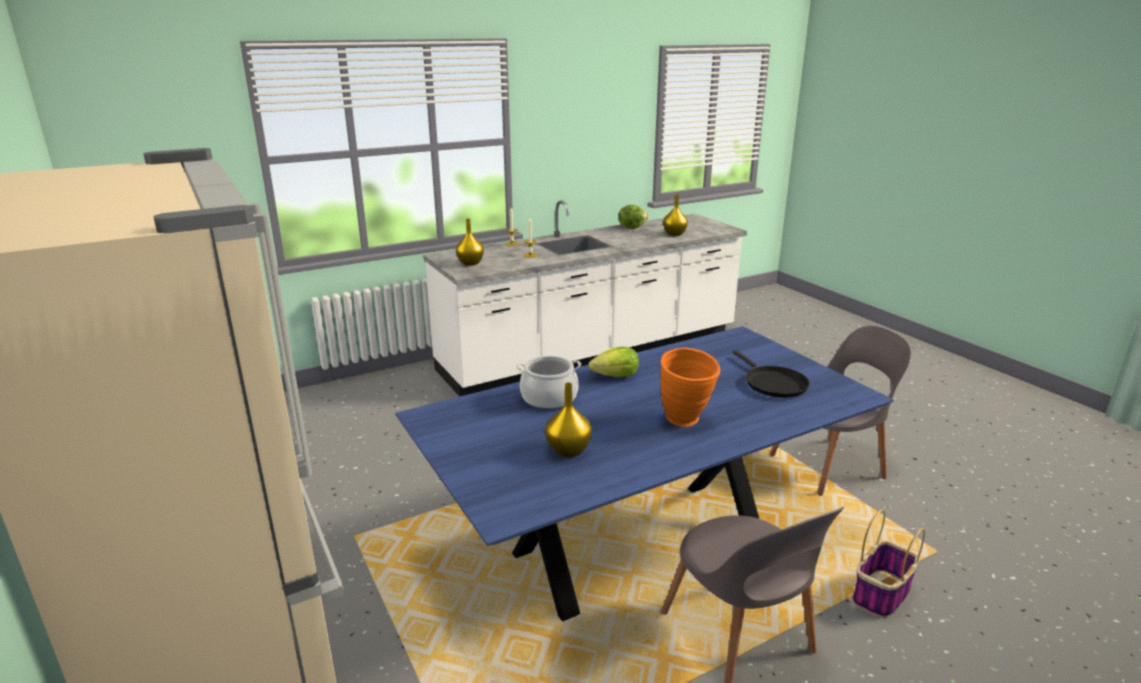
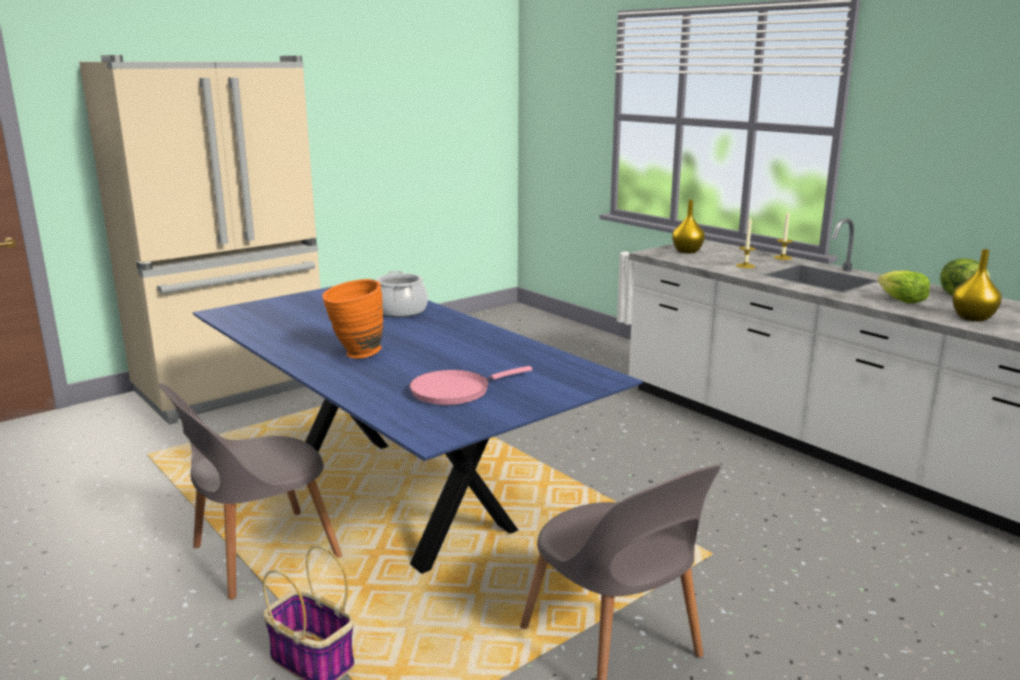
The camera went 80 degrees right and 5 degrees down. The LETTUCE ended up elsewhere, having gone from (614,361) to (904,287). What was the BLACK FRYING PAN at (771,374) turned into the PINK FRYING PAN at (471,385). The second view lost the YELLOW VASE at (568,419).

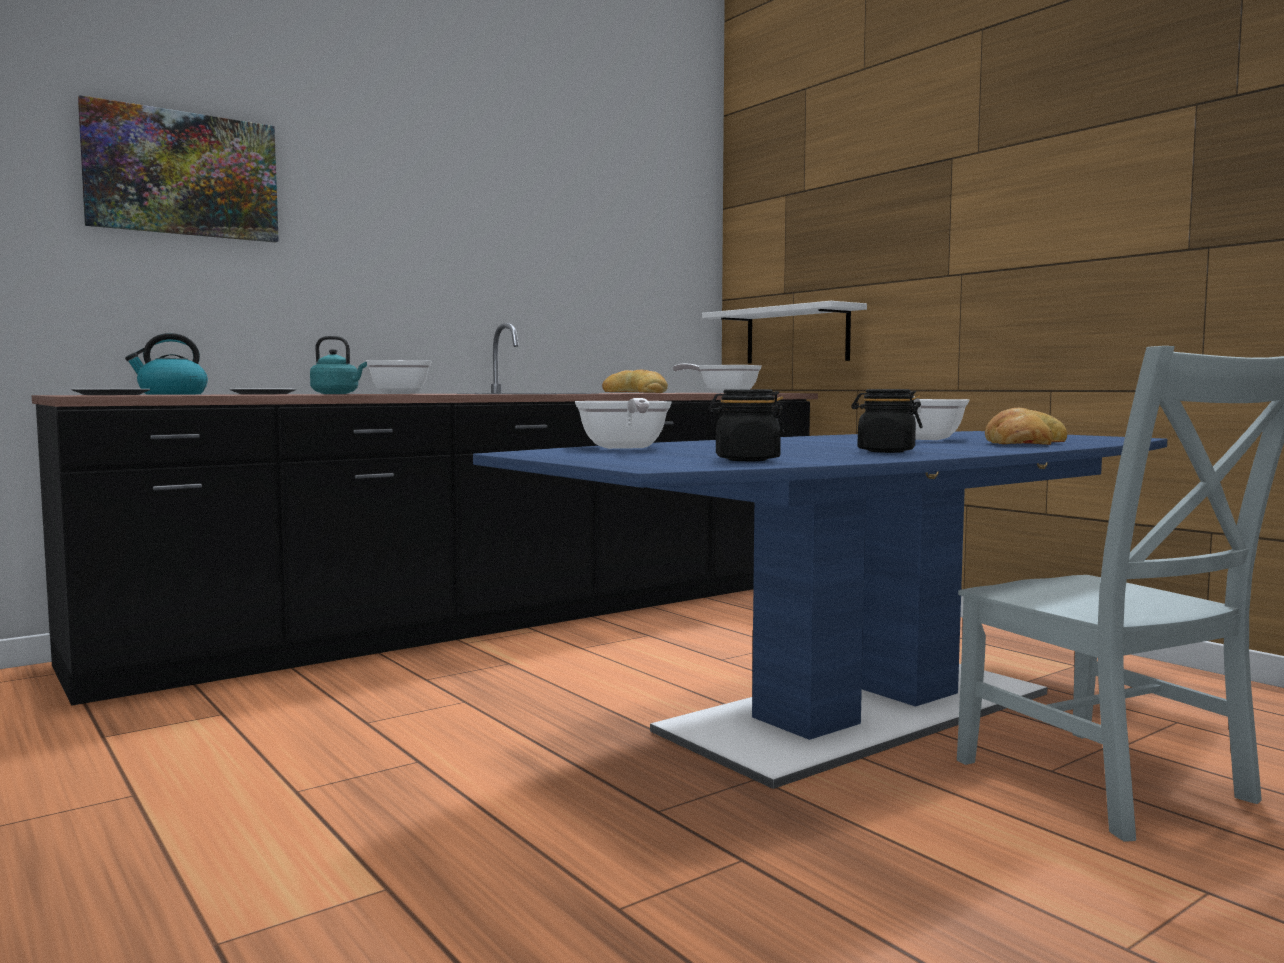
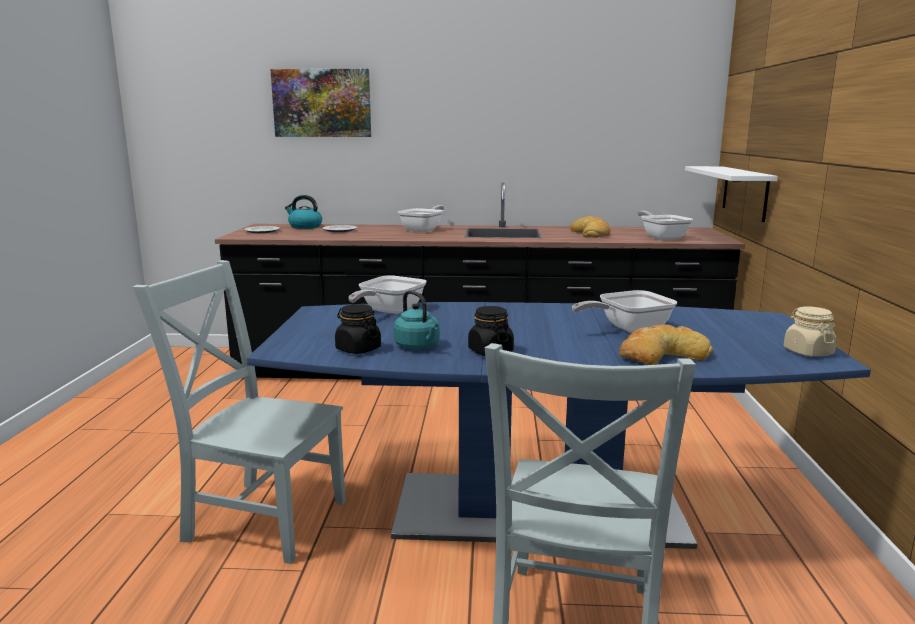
The camera went 40 degrees right and 10 degrees up. The TURQUOISE KETTLE ended up elsewhere, having gone from (338,365) to (416,320). The second view gained the GREY CHAIR at (239,412). The second view gained the BEIGE JAR at (810,332).

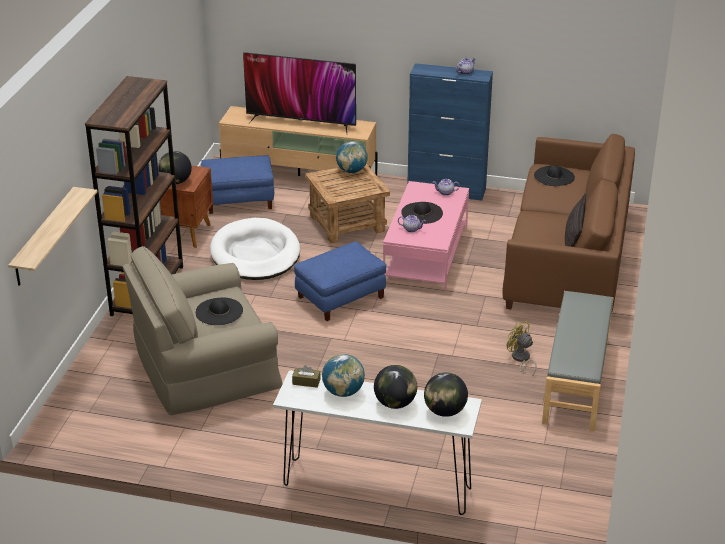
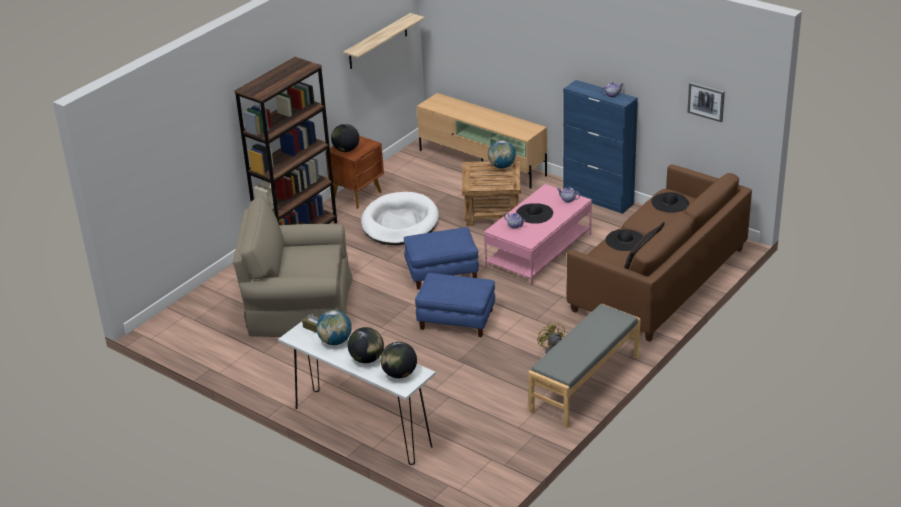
The camera went 25 degrees right and 0 degrees up. The second view lost the TELEVISION at (299,92). The BLUE OTTOMAN ended up elsewhere, having gone from (237,184) to (455,305). The SHELF ended up elsewhere, having gone from (52,236) to (384,41). The BLACK HAT ended up elsewhere, having gone from (219,311) to (624,240). The second view gained the PICTURE at (706,102).

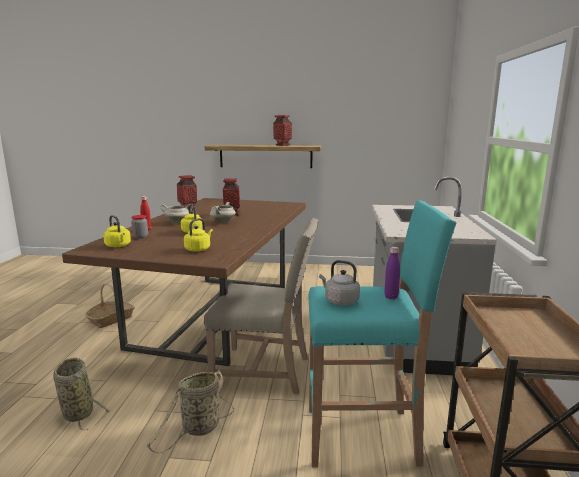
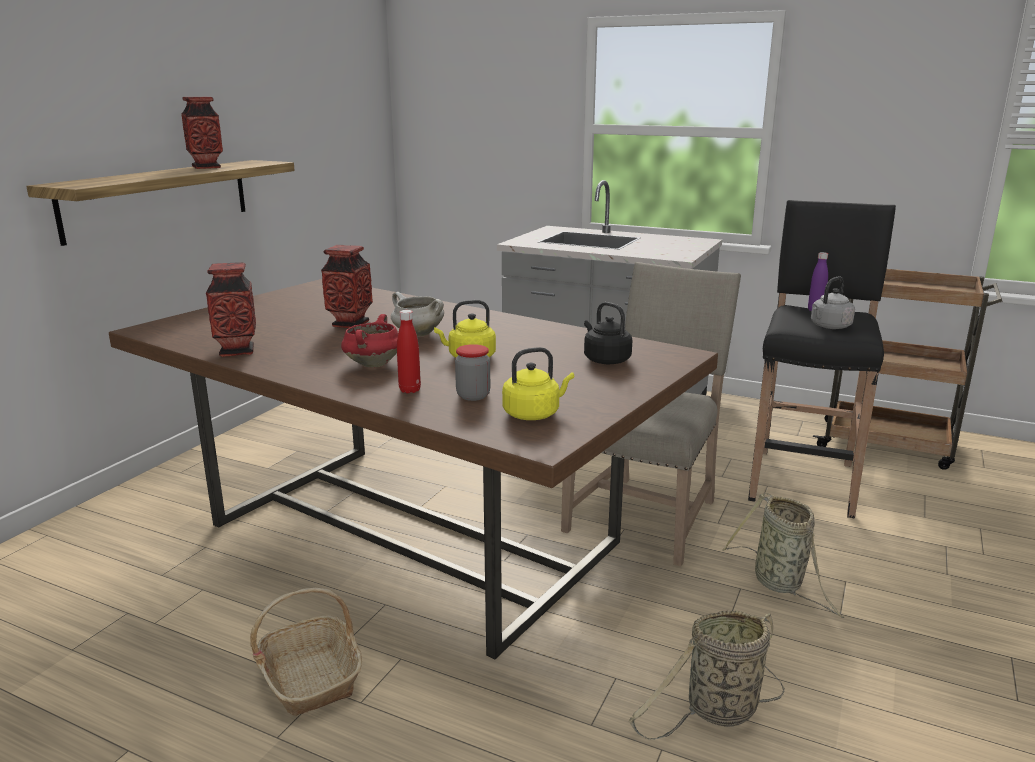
The camera went 70 degrees left and 5 degrees up. What was the TURQUOISE STOOL at (382,334) turned into the BLACK STOOL at (822,359). What was the WHITE COOKING POT at (176,214) turned into the RED COOKING POT at (369,340). What was the YELLOW KETTLE at (198,235) turned into the BLACK KETTLE at (608,333).

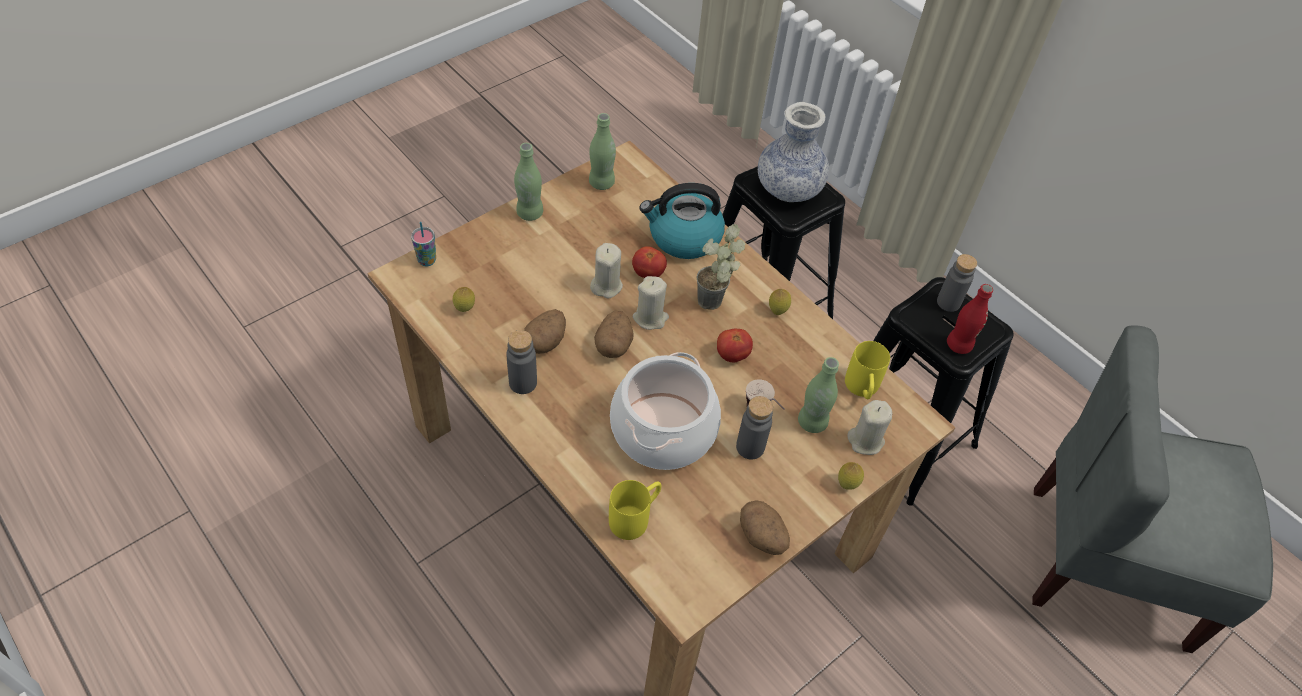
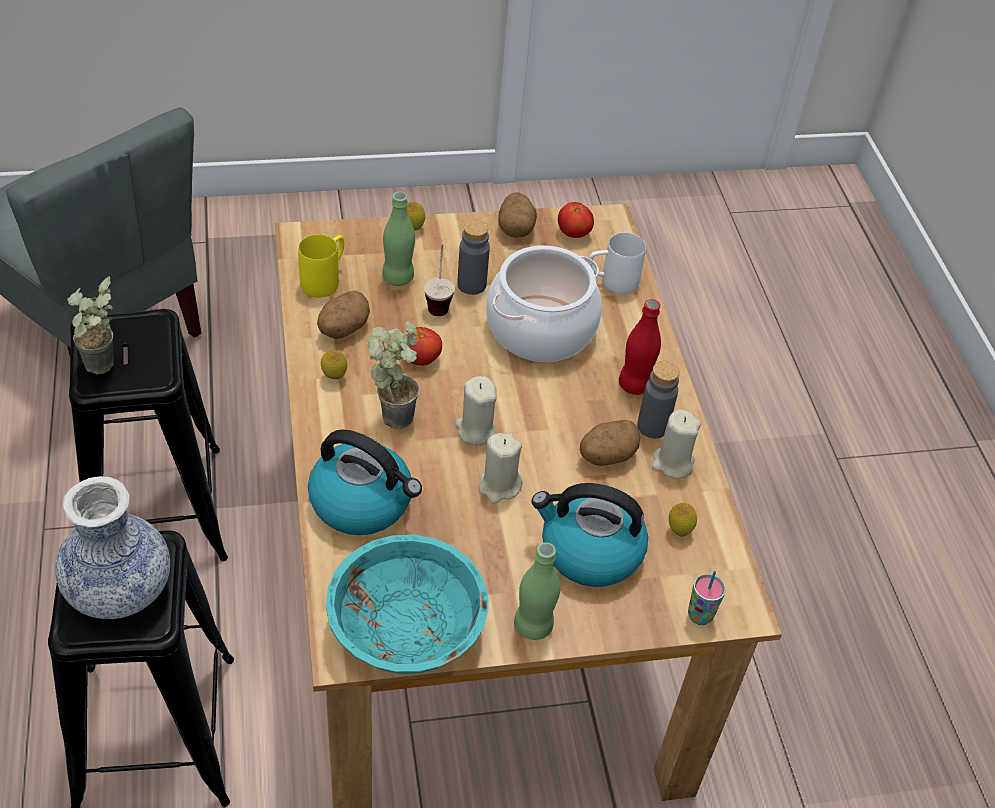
The camera went 150 degrees left and 5 degrees down. Where the GREEN BOTTLE stood at (602,151), the TURQUOISE BOWL came to stand at (407,604). The TOMATO ended up elsewhere, having gone from (649,262) to (576,220). Where the GREY BOTTLE stood at (957,283), the POTTED PLANT came to stand at (90,325). The RED BOTTLE ended up elsewhere, having gone from (970,319) to (640,347). The POTATO ended up elsewhere, having gone from (614,334) to (343,315). The BEIGE CANDLE ended up elsewhere, having gone from (869,427) to (676,444). What was the YELLOW MUG at (635,510) turned into the WHITE MUG at (616,263). The second view gained the KETTLE at (589,535).

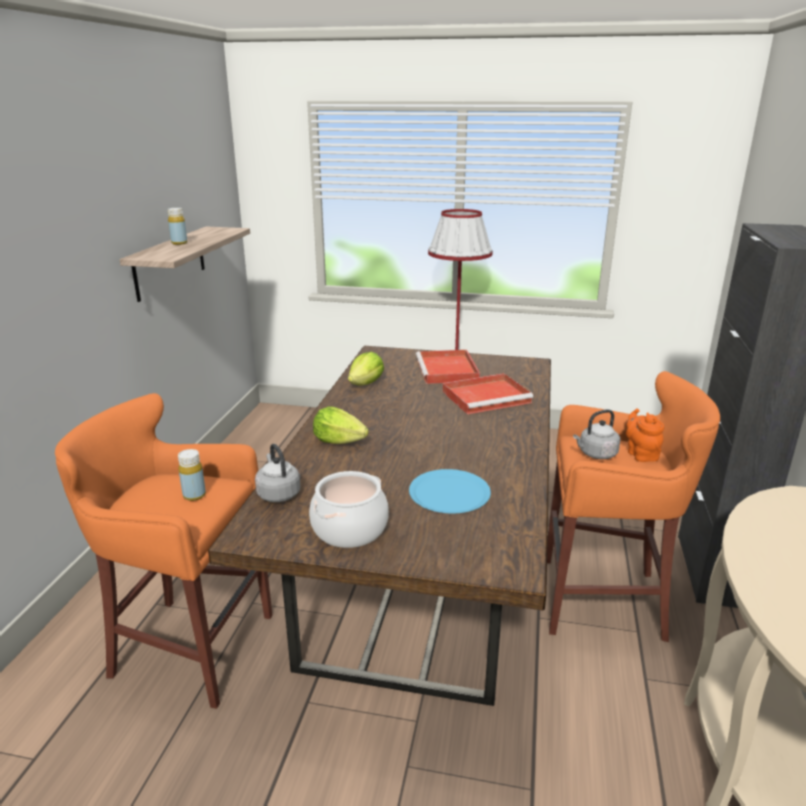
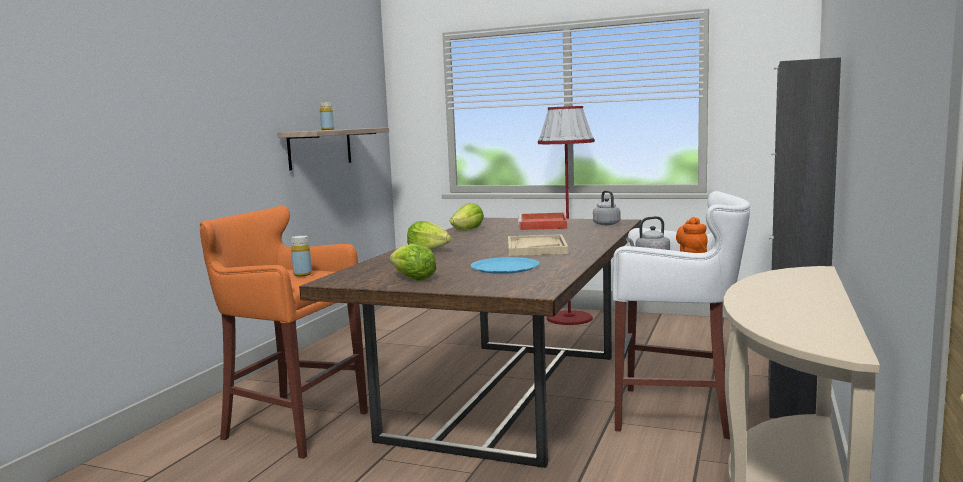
The camera went 10 degrees right and 15 degrees down. What was the ORANGE STOOL at (633,506) turned into the WHITE STOOL at (681,315). The second view lost the RED TRAY at (487,393). The GREY KETTLE ended up elsewhere, having gone from (278,473) to (606,207). Where the COOKING POT stood at (349,509), the LETTUCE came to stand at (413,262). The second view gained the BEIGE TRAY at (538,245).

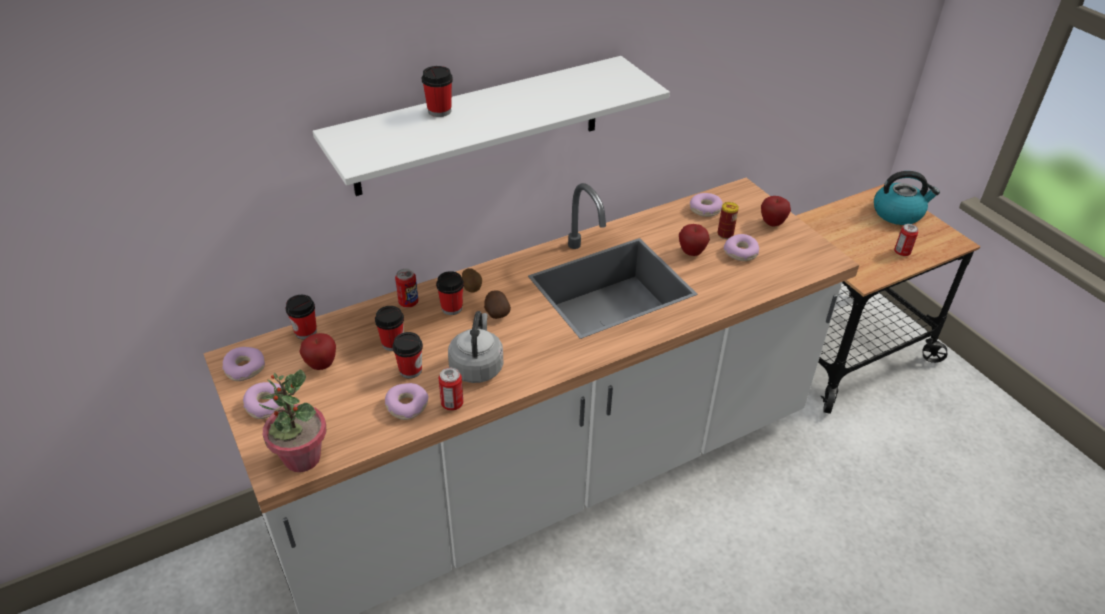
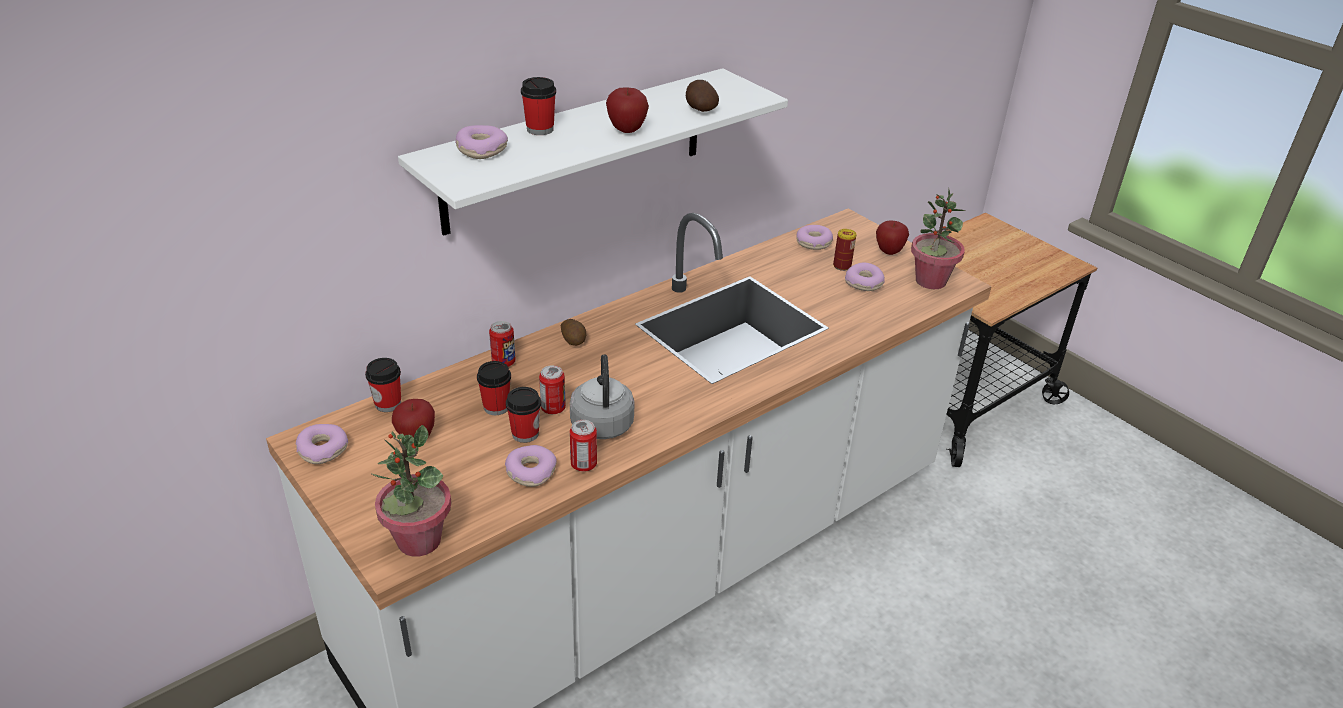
The camera went 10 degrees left and 5 degrees down. The second view lost the KETTLE at (907,198). The APPLE ended up elsewhere, having gone from (694,240) to (627,110). The CAN ended up elsewhere, having gone from (906,240) to (552,389). The second view lost the CUP at (450,293). The POTATO ended up elsewhere, having gone from (497,304) to (702,96). The DONUT ended up elsewhere, having gone from (263,400) to (481,142). The second view gained the POTTED PLANT at (938,238).

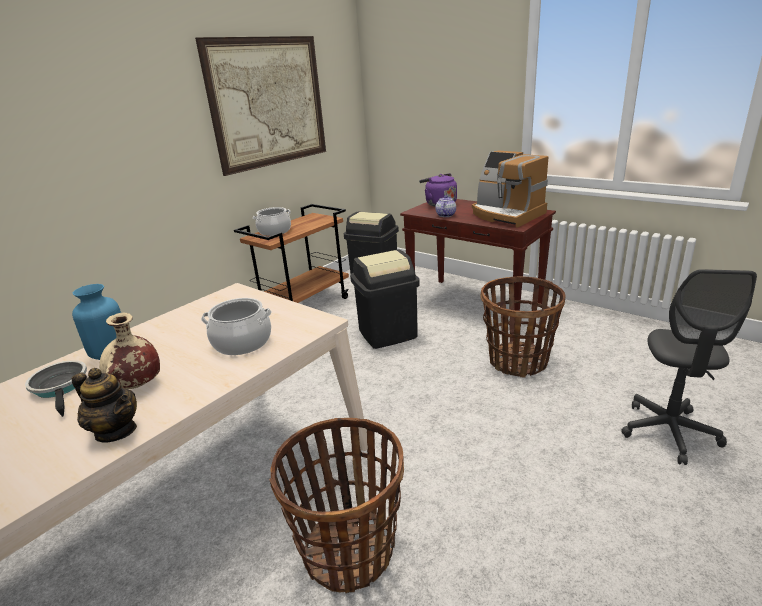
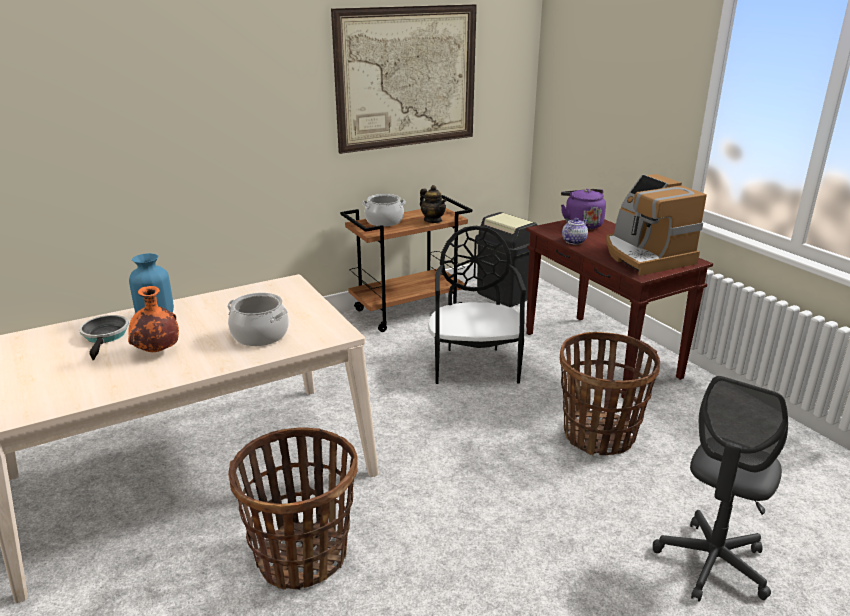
The camera went 20 degrees right and 0 degrees up. Where the BLACK TRASH CAN stood at (385,299), the BLACK CHAIR came to stand at (477,305). What was the BEIGE VASE at (129,351) turned into the ORANGE VASE at (153,319). The TEAPOT ended up elsewhere, having gone from (104,405) to (433,204).

